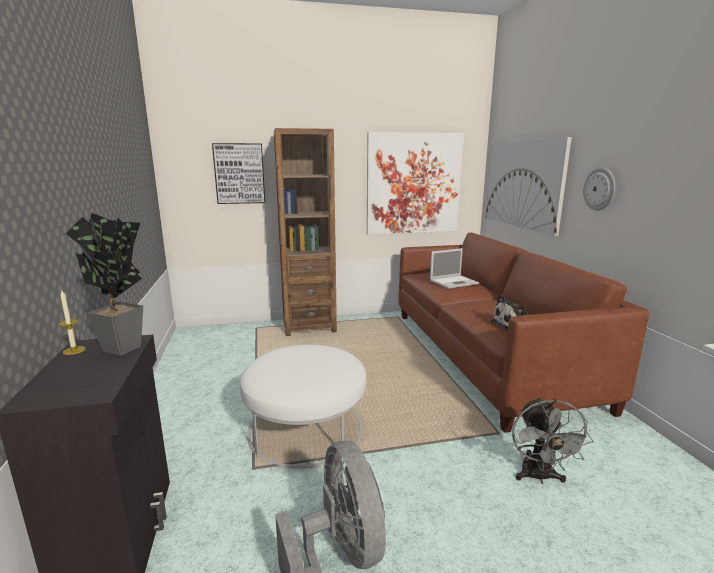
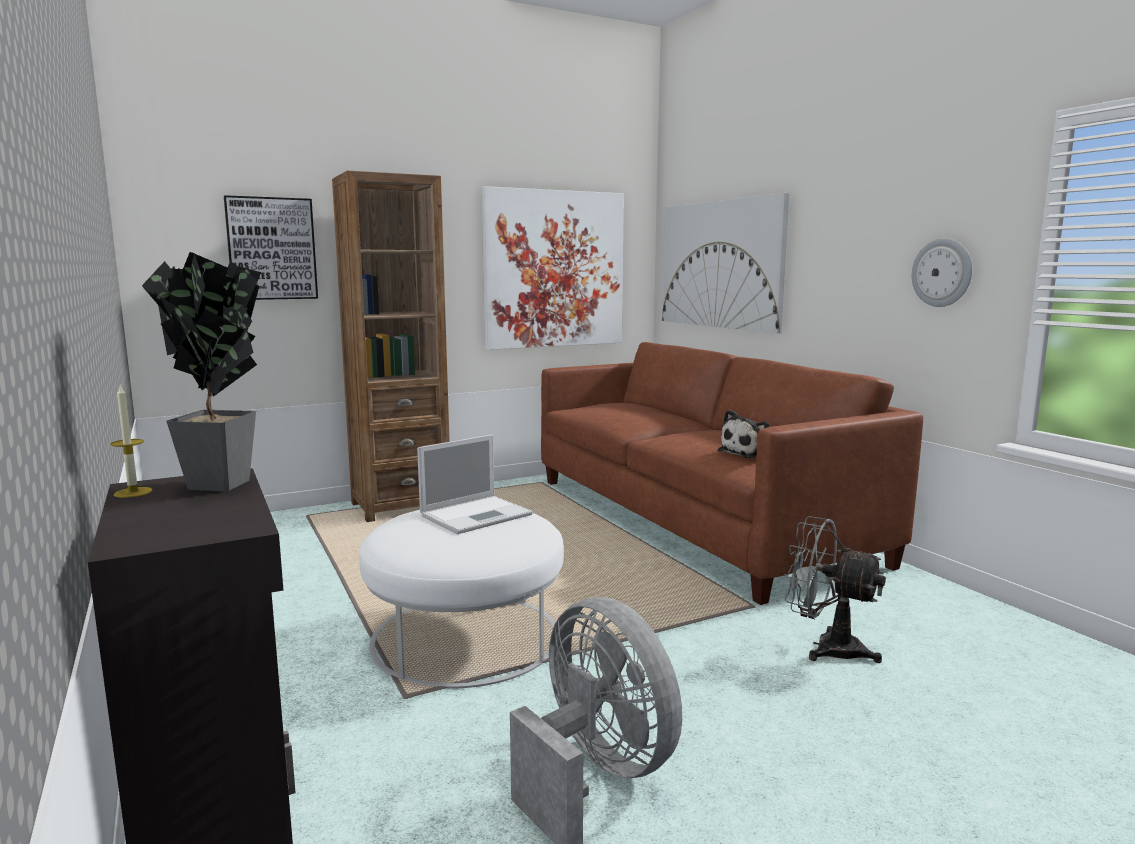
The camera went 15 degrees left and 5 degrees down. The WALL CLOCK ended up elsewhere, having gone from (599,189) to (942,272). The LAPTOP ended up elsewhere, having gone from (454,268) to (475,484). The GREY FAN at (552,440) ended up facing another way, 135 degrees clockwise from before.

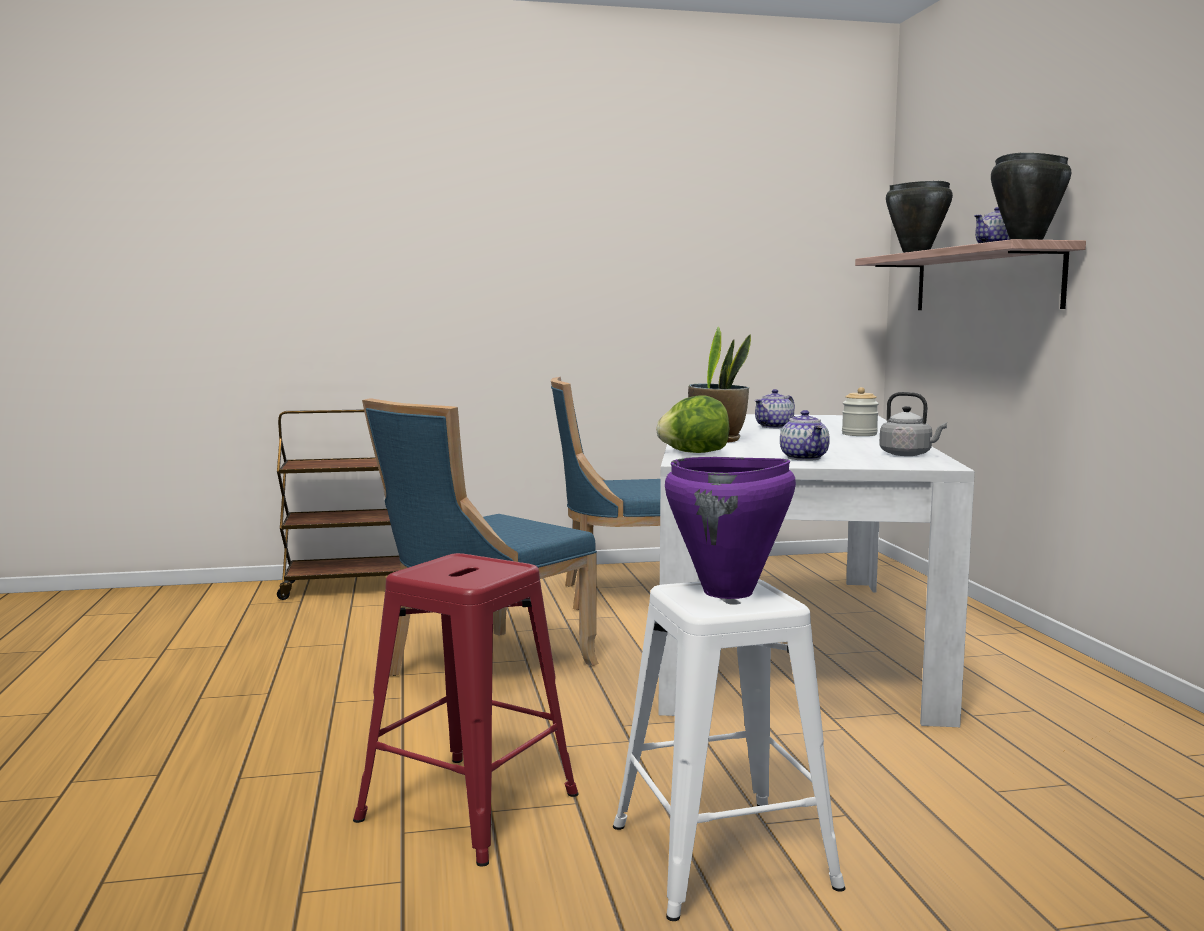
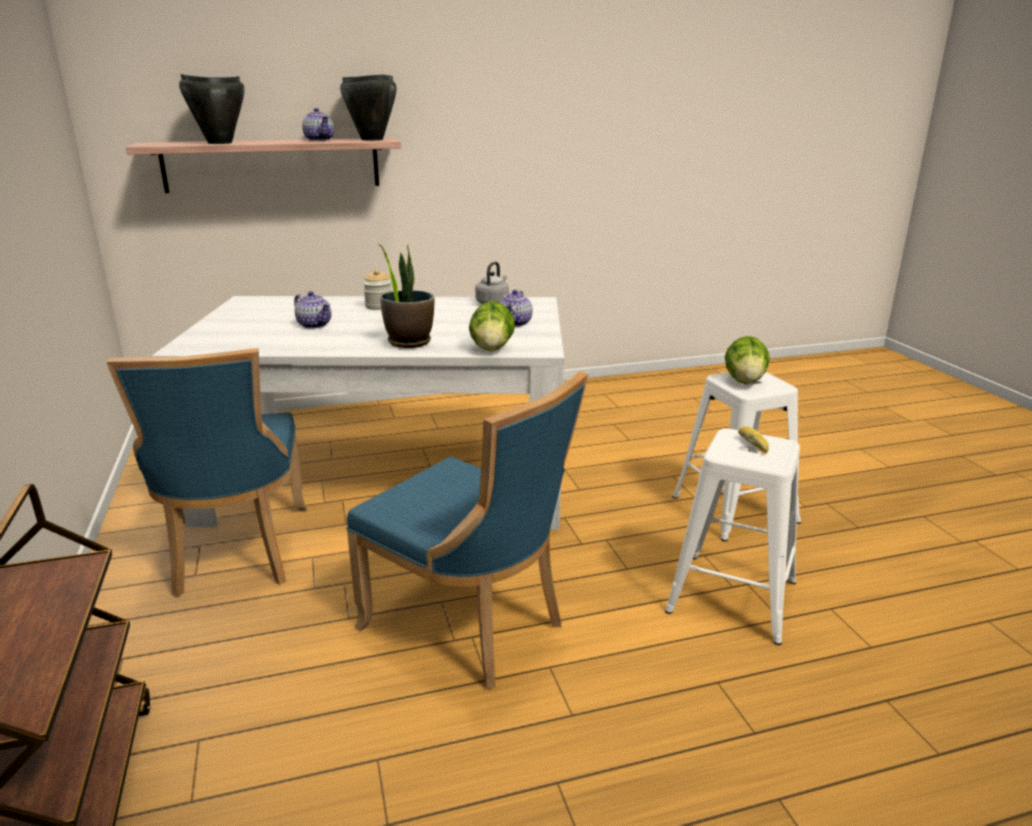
The camera went 95 degrees left and 15 degrees up. The TEAPOT at (805,435) ended up facing another way, 120 degrees clockwise from before. Where the PURPLE COOKING POT stood at (730,528), the LETTUCE came to stand at (747,360). What was the RED STOOL at (466,710) turned into the WHITE STOOL at (732,536). The second view gained the BREAD at (753,440).

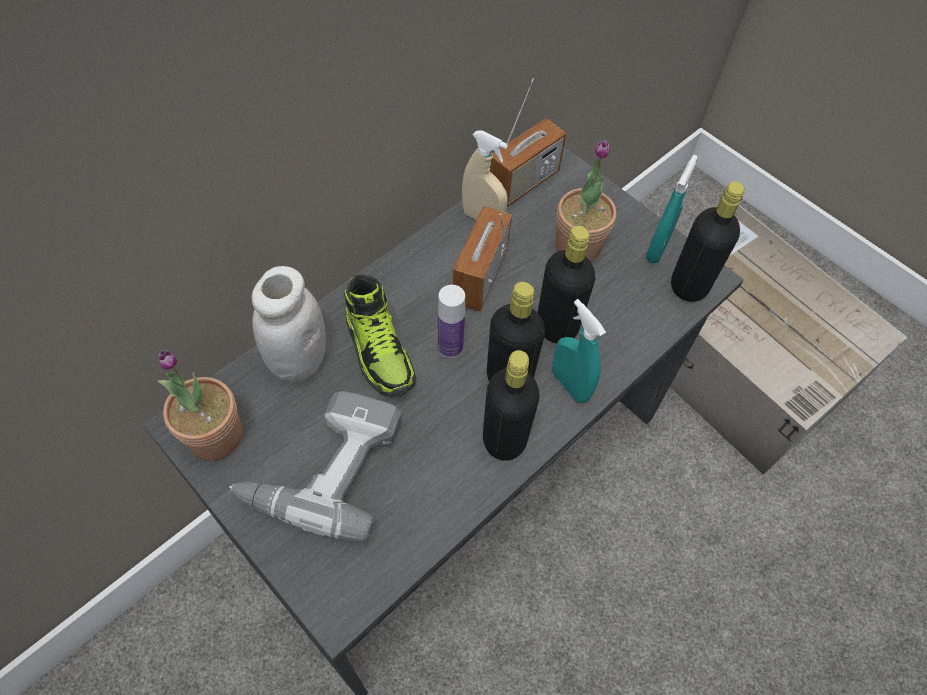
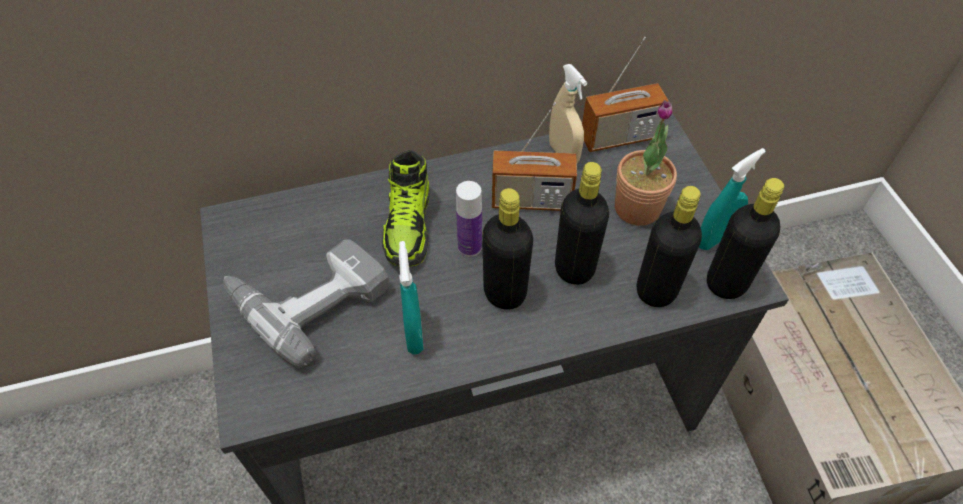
The camera went 30 degrees right and 5 degrees down. The RADIO at (482,258) ended up facing another way, 135 degrees counterclockwise from before. The second view lost the WHITE JAR at (288,324). The TURQUOISE SPRAY BOTTLE ended up elsewhere, having gone from (579,351) to (411,297). The second view lost the POTTED PLANT at (200,404). The BLACK BOTTLE ended up elsewhere, having gone from (511,405) to (669,246).

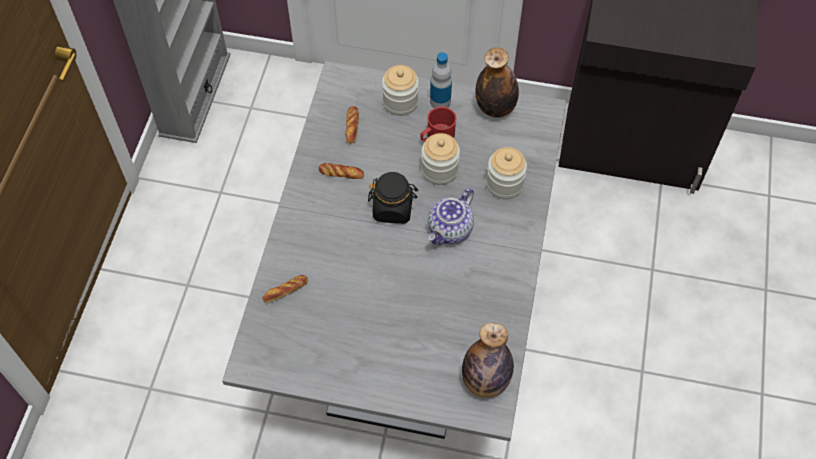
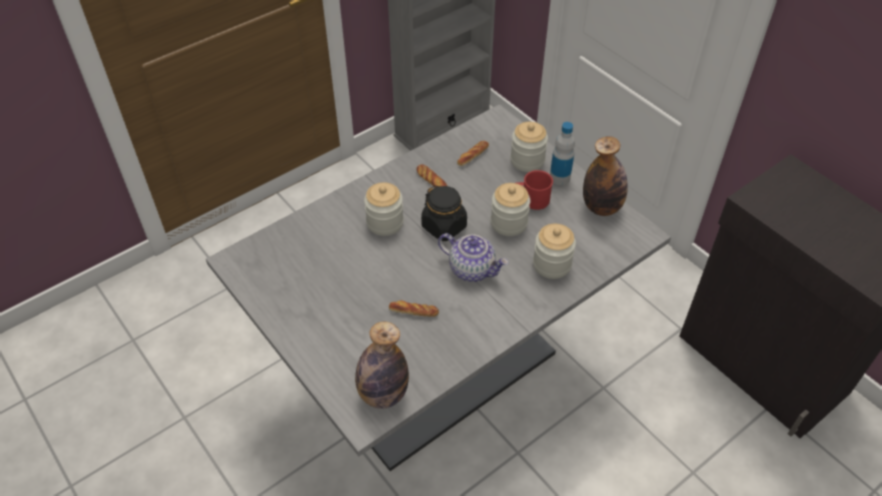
The camera went 40 degrees right and 10 degrees down. The TEAPOT at (451,216) ended up facing another way, 135 degrees counterclockwise from before. The BREAD ended up elsewhere, having gone from (285,289) to (414,309). The second view gained the JAR at (384,209).

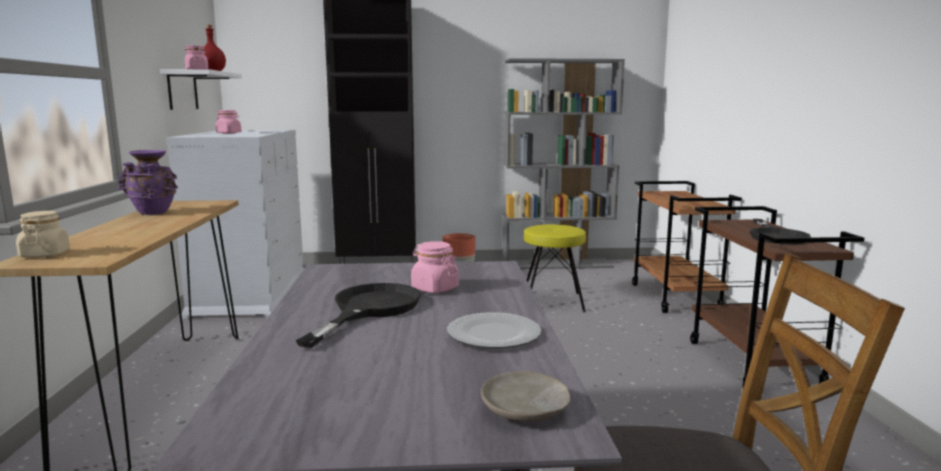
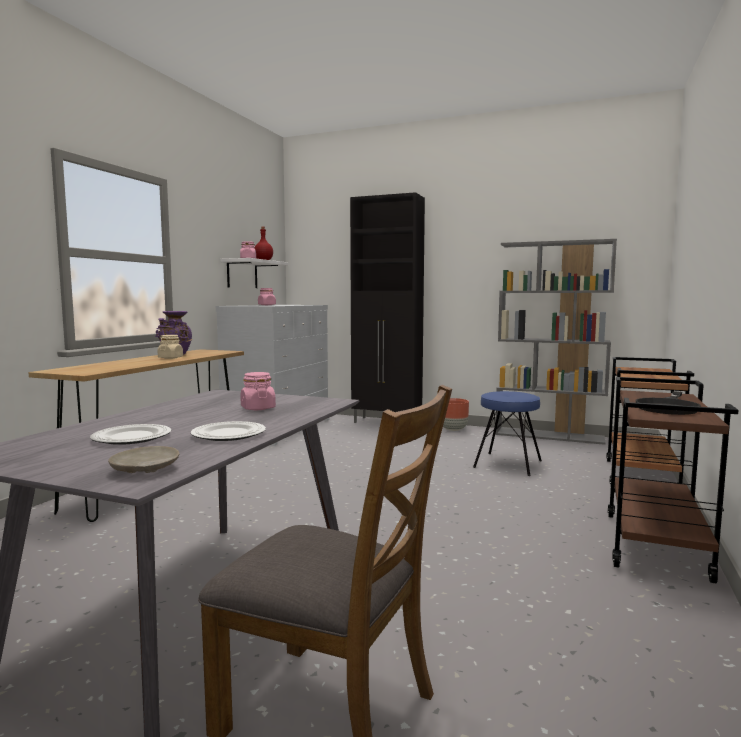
The camera went 25 degrees right and 5 degrees down. The BEIGE JAR ended up elsewhere, having gone from (43,234) to (170,347). What was the YELLOW STOOL at (555,268) turned into the BLUE STOOL at (507,433). The second view lost the BLACK FRYING PAN at (358,315). The second view gained the PLATE at (130,434).

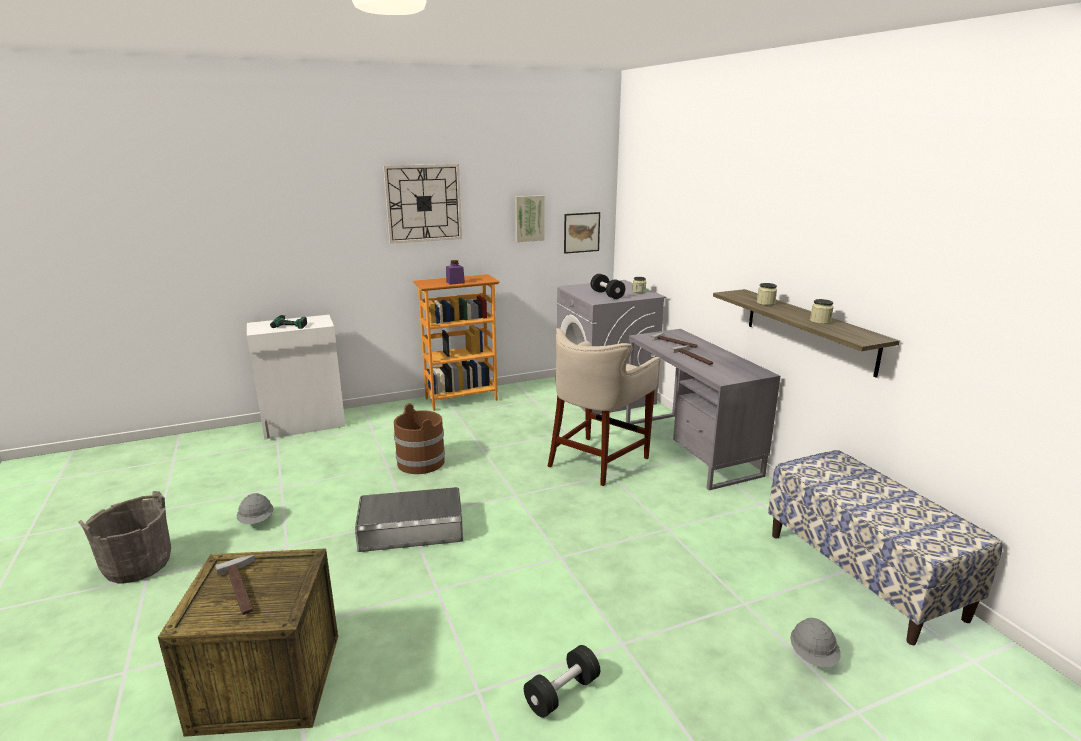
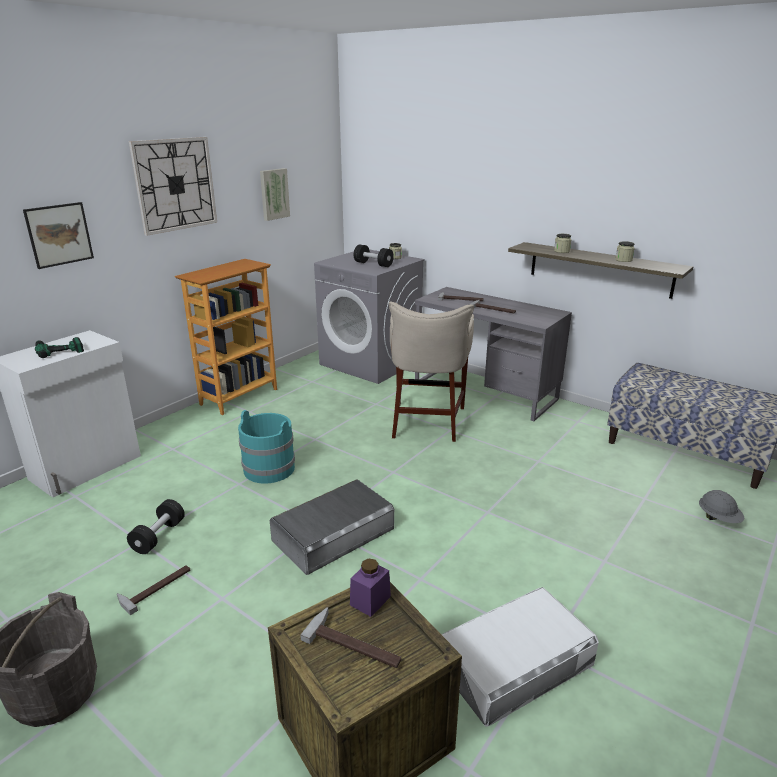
The camera went 30 degrees left and 5 degrees up. The PICTURE ended up elsewhere, having gone from (582,233) to (58,235). The PURPLE JAR ended up elsewhere, having gone from (455,272) to (370,587). What was the BROWN BUCKET at (419,439) turned into the TURQUOISE BUCKET at (266,446). Where the GREY HARD HAT stood at (255,508), the HAMMER came to stand at (153,590). The BLACK DUMBBELL ended up elsewhere, having gone from (562,681) to (156,526). The second view gained the WHITE STORAGE BOX at (520,657).

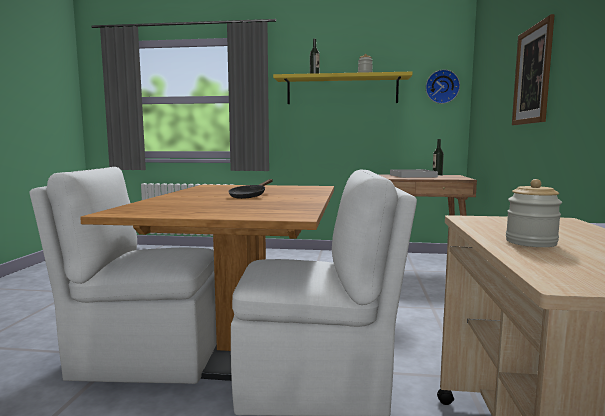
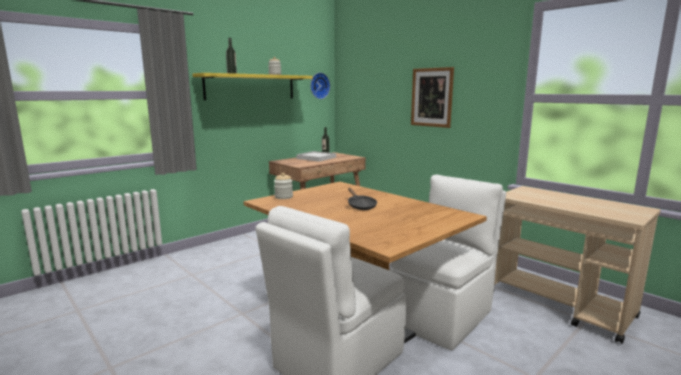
The camera went 50 degrees left and 5 degrees up. The JAR ended up elsewhere, having gone from (534,213) to (283,186).

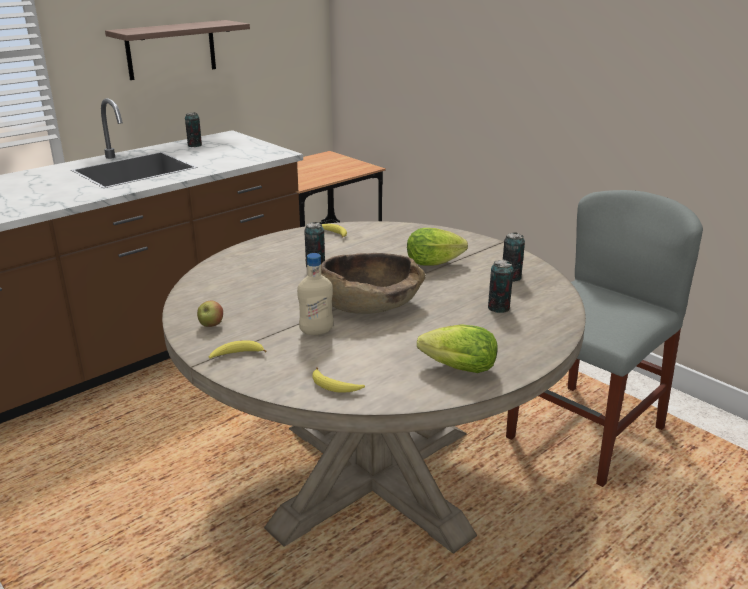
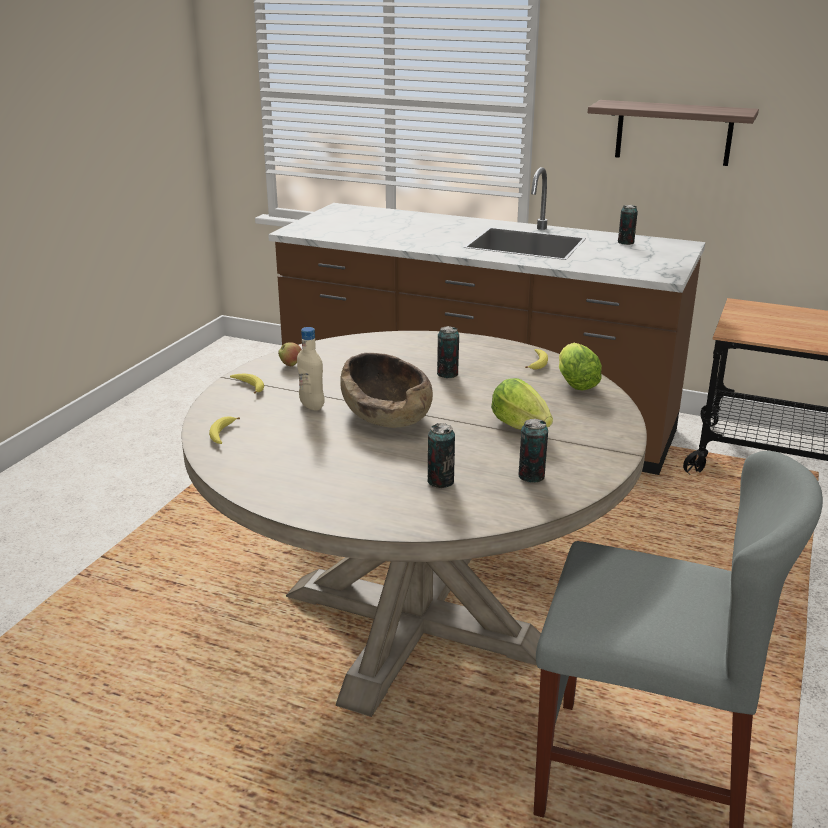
The camera went 65 degrees right and 0 degrees up. The LETTUCE ended up elsewhere, having gone from (457,348) to (580,367).

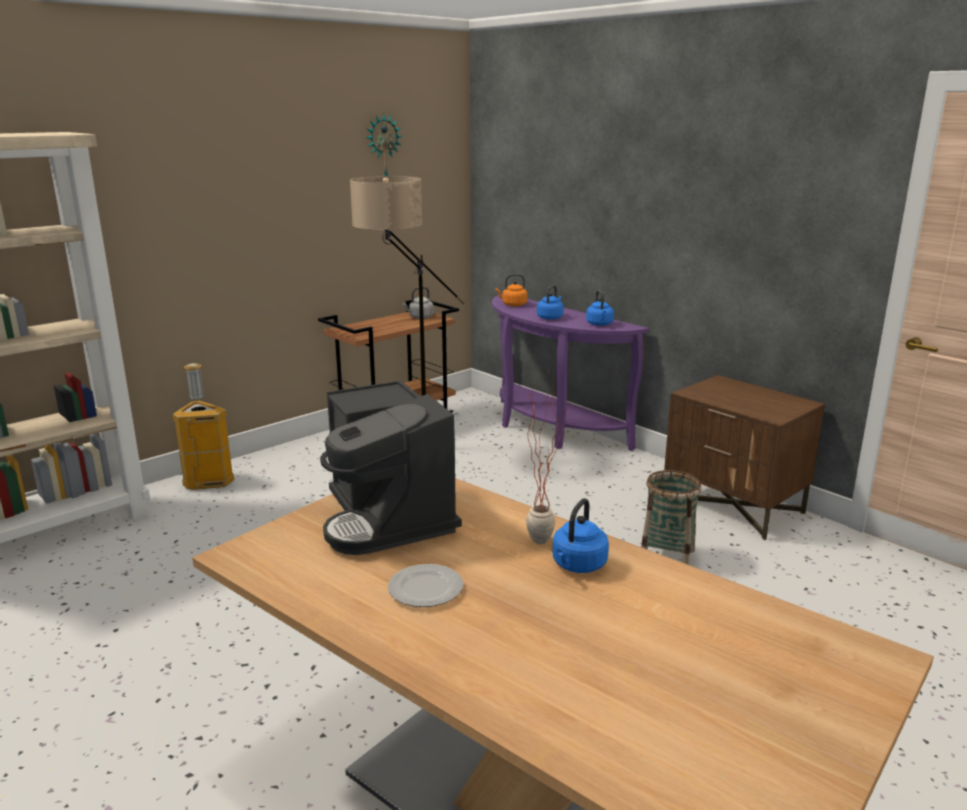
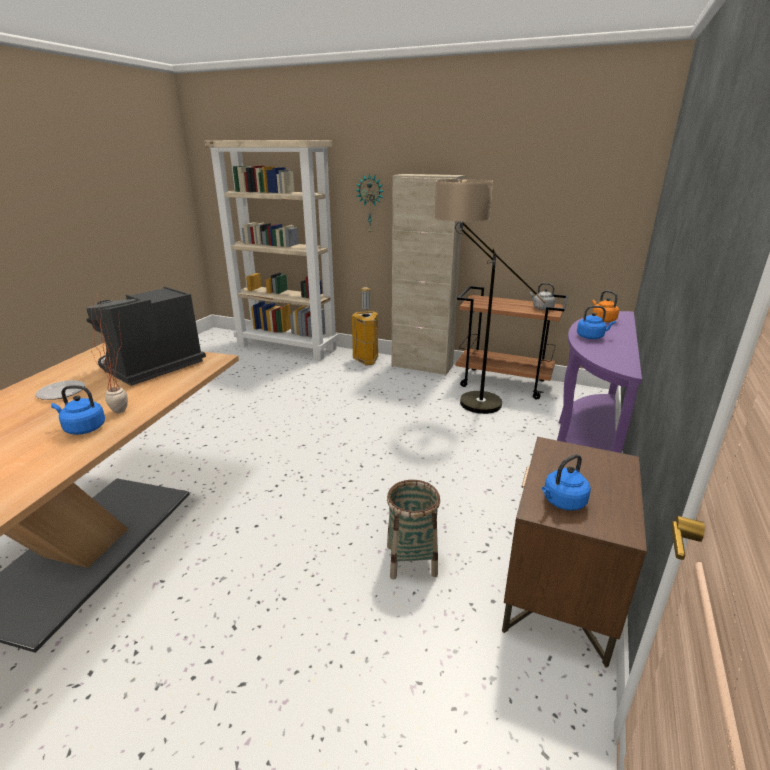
The camera went 65 degrees right and 5 degrees up. The WALL CLOCK ended up elsewhere, having gone from (384,144) to (369,203). The BLUE KETTLE ended up elsewhere, having gone from (600,308) to (566,482). The second view gained the BEIGE CABINET at (428,275).

